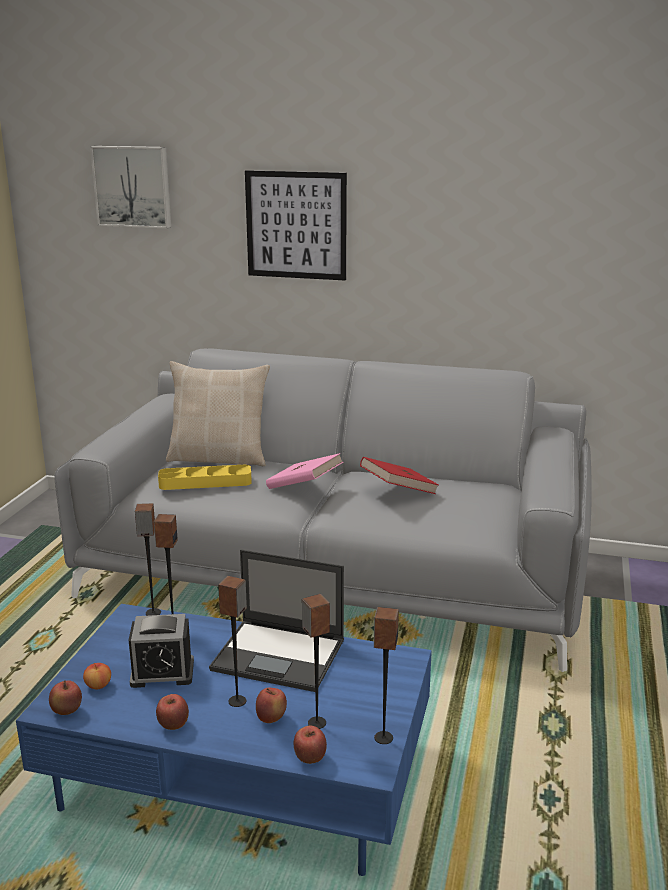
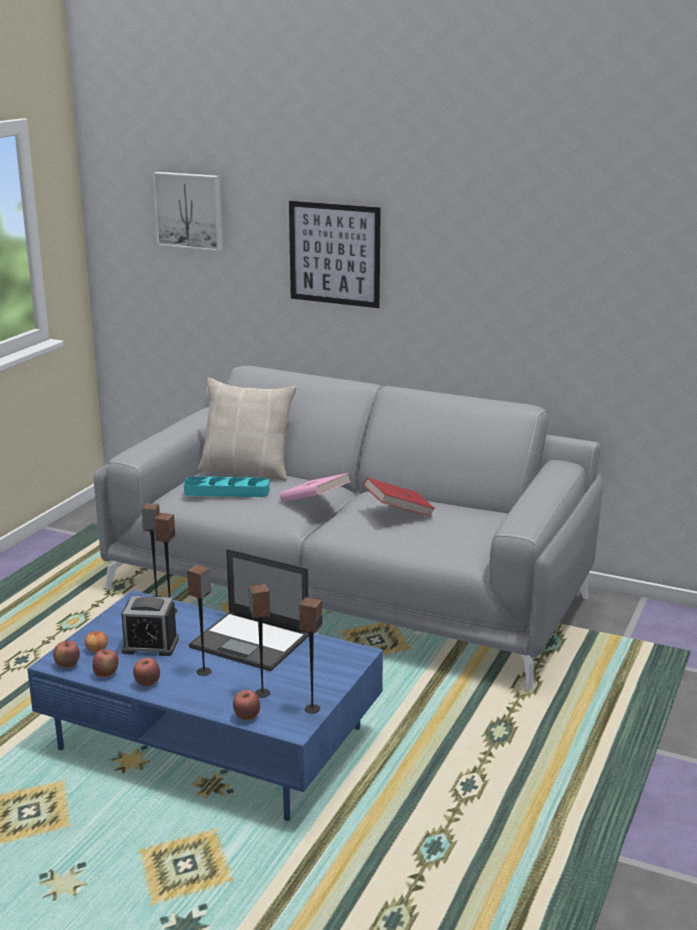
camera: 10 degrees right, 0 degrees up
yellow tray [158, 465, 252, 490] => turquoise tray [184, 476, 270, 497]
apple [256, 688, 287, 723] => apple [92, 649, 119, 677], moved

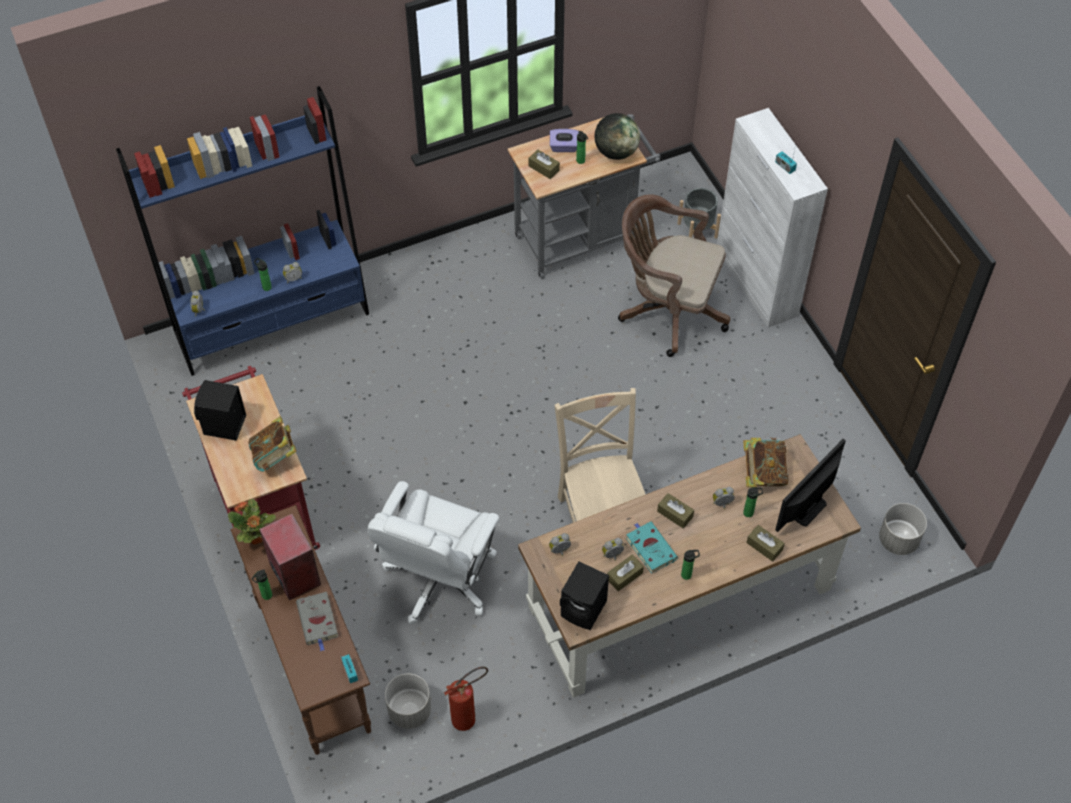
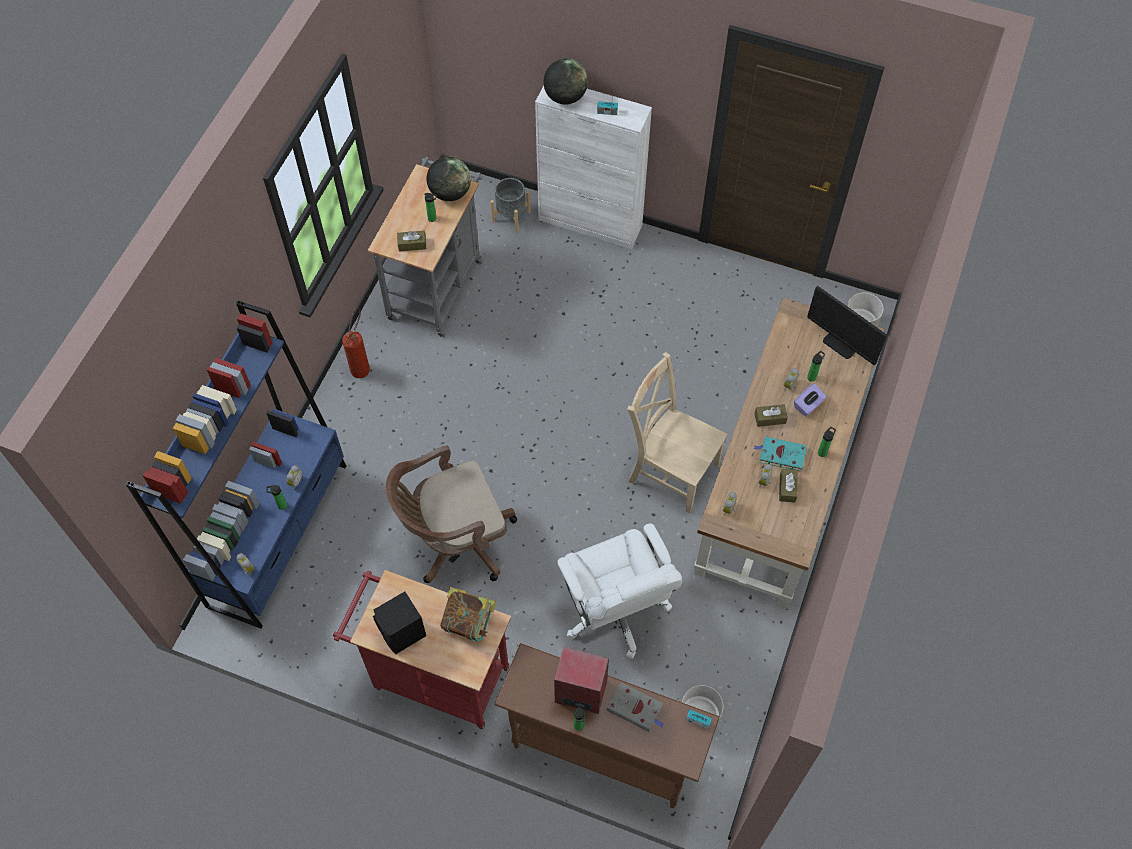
camera: 45 degrees left, 5 degrees up
purple tissue box [550, 129, 579, 152] => purple tissue box [794, 383, 827, 417], moved
brown office chair [618, 194, 730, 357] => brown office chair [386, 445, 517, 583], moved
book [743, 438, 789, 487] => nothing
monitor [775, 439, 846, 532] => monitor [807, 286, 887, 365], 45 degrees counterclockwise
potted plant [228, 499, 276, 545] => nothing
brown tissue box [747, 525, 785, 562] => nothing
black speaker [560, 561, 609, 630] => nothing
fire extinguisher [444, 666, 488, 731] => fire extinguisher [342, 308, 370, 378], moved
nothing => globe [543, 58, 588, 105]

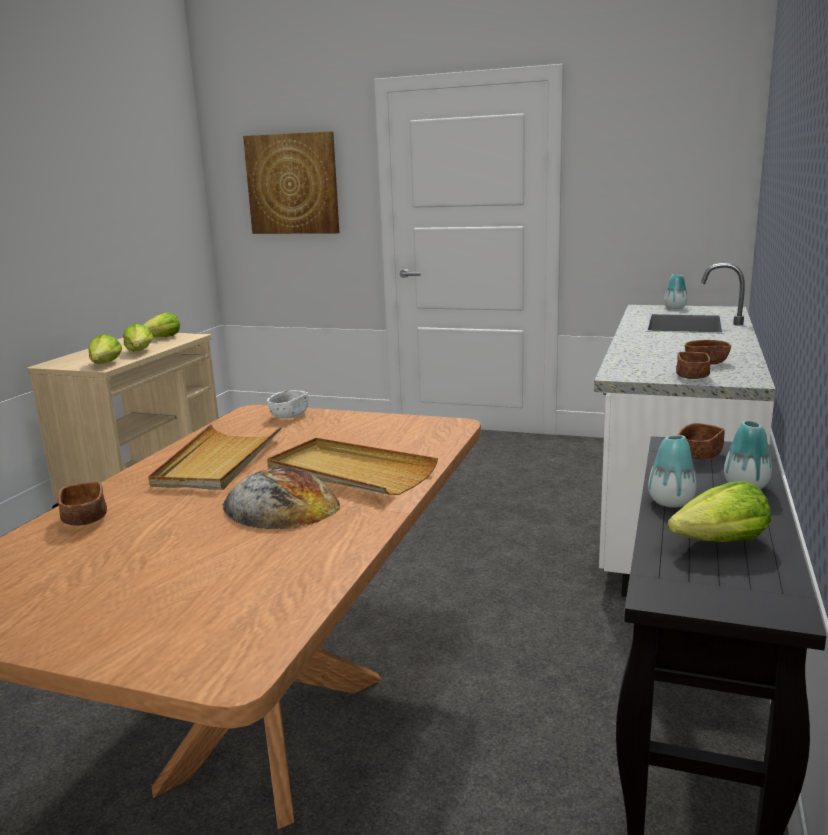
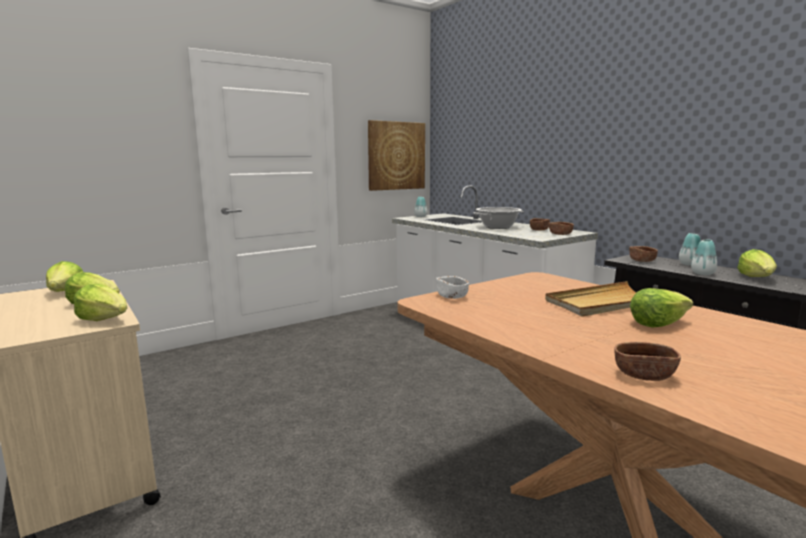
camera: 55 degrees left, 5 degrees down
picture [243, 131, 339, 234] => picture [368, 120, 425, 191], moved
beige tray [148, 424, 282, 490] => nothing
bread [223, 466, 340, 529] => lettuce [630, 288, 693, 328]
nothing => cooking pot [473, 207, 524, 229]

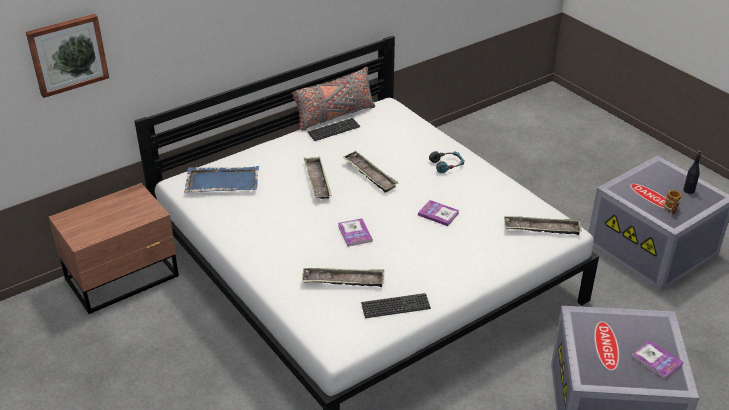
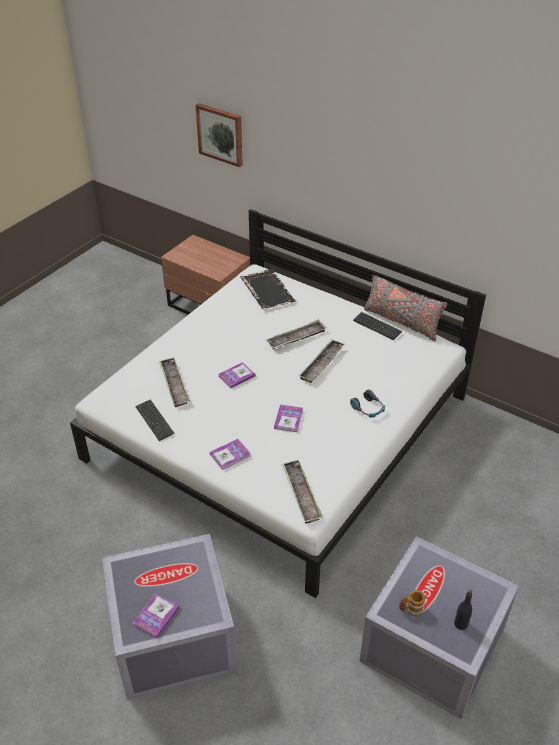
camera: 70 degrees right, 5 degrees up
blue tray [184, 166, 259, 193] => black tray [240, 269, 296, 309]
nothing => book [210, 439, 251, 470]

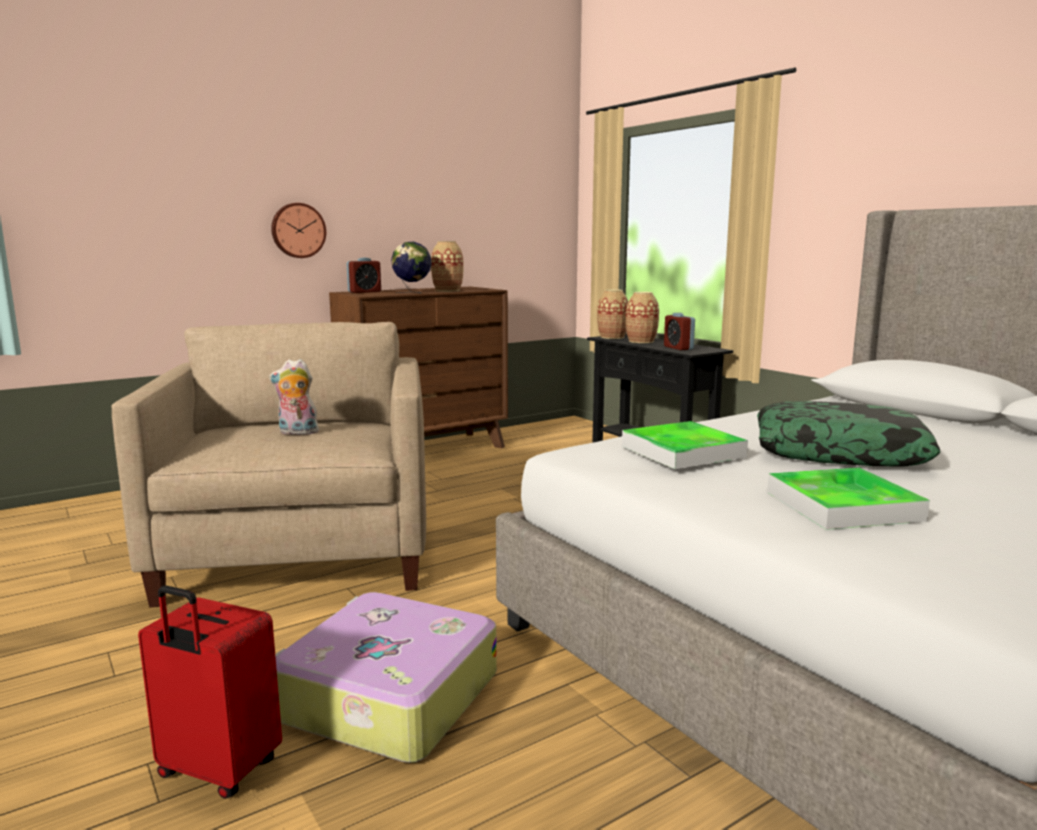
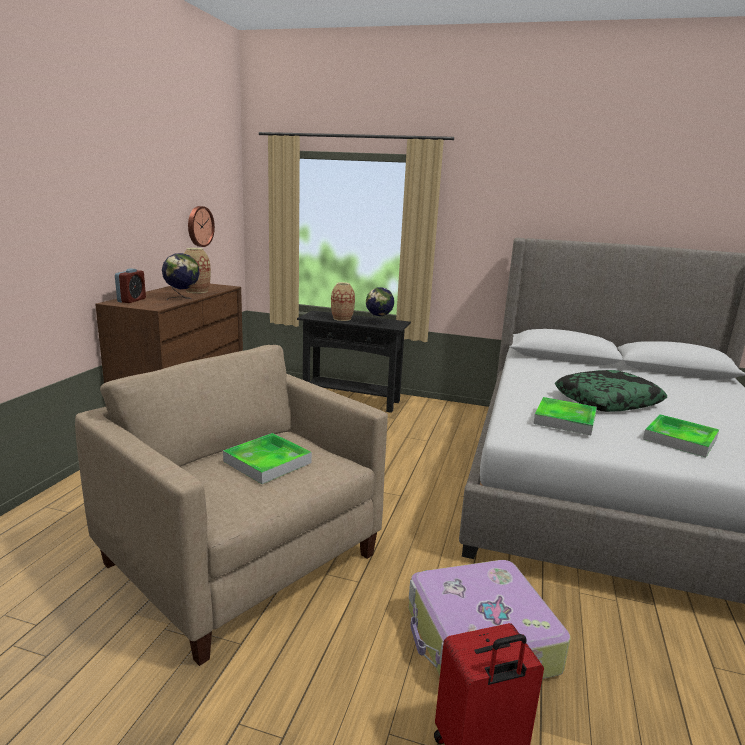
camera: 40 degrees left, 5 degrees up
wall clock [271, 203, 326, 258] => wall clock [188, 206, 215, 247], moved
vase [597, 289, 628, 339] => nothing
alarm clock [664, 313, 695, 350] => globe [366, 287, 394, 325]
plush toy [269, 359, 321, 435] => tray [223, 433, 312, 484]

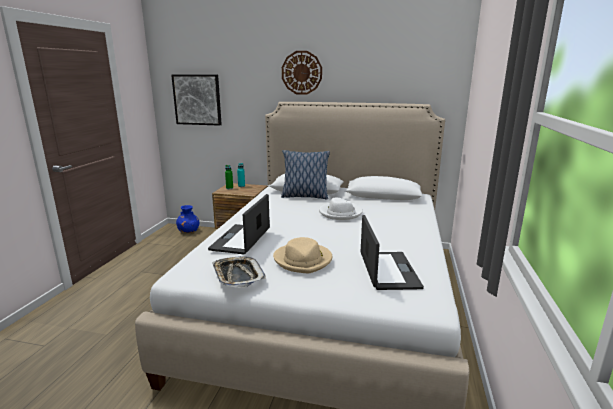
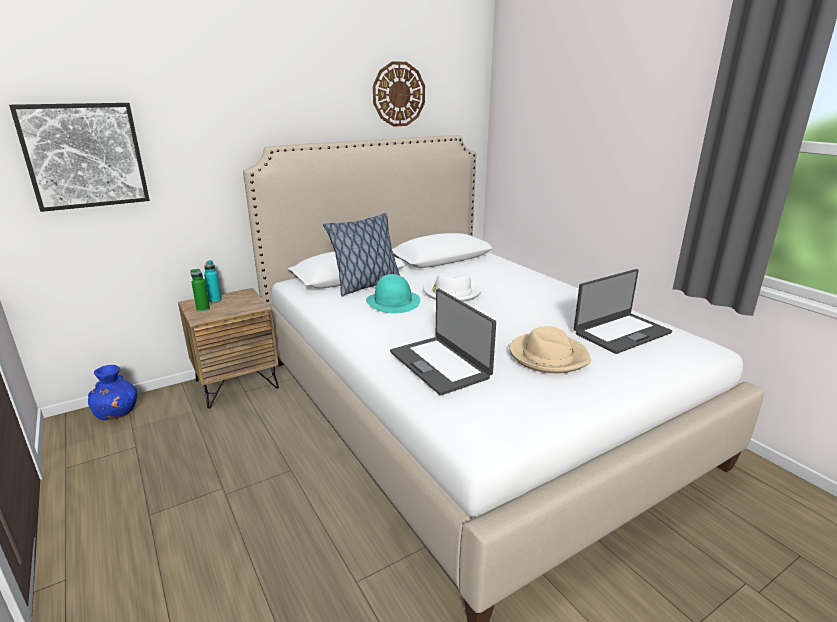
camera: 45 degrees left, 5 degrees up
wall clock [282, 51, 322, 95] => wall clock [373, 61, 425, 127], moved
laptop [361, 215, 424, 290] => laptop [574, 269, 672, 354], 105 degrees clockwise
tray [212, 256, 266, 288] => nothing
nothing => turquoise hat [366, 274, 420, 313]

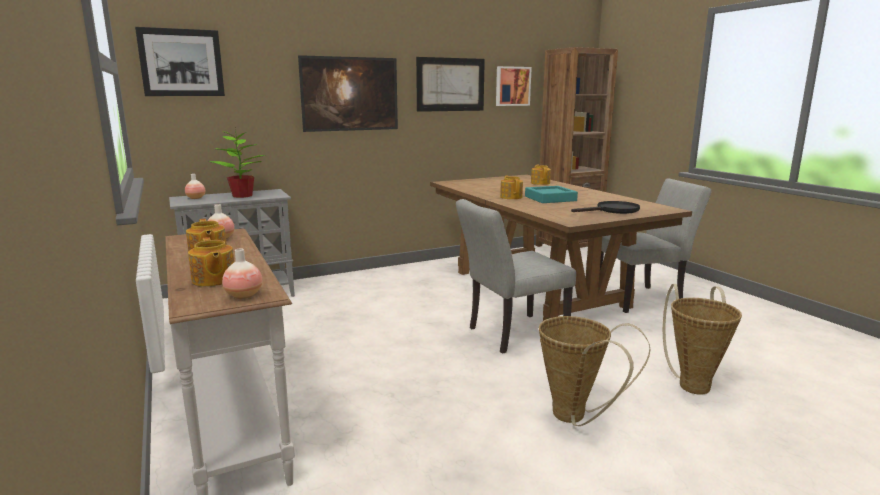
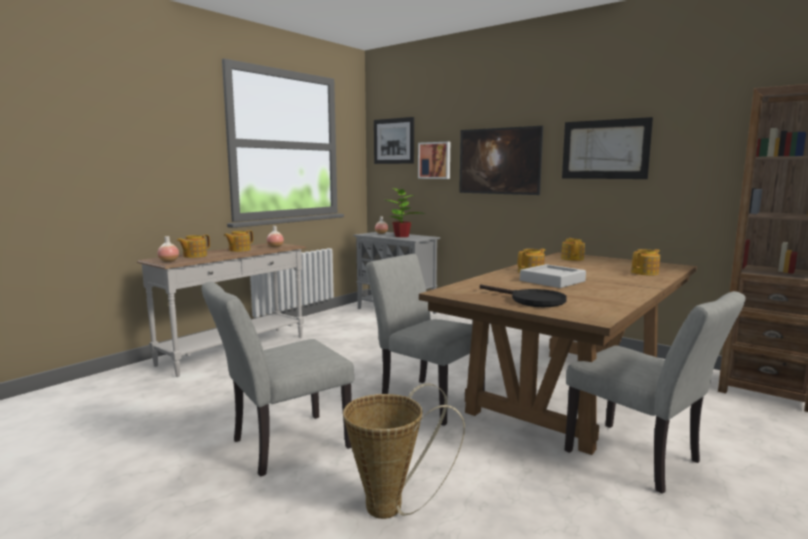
camera: 65 degrees right, 5 degrees down
picture [496, 66, 532, 106] => picture [418, 142, 450, 179], moved
turquoise tray [525, 186, 578, 203] => grey tray [520, 264, 586, 288]
basket [539, 316, 651, 426] => grey chair [201, 281, 354, 477]
nothing => teapot [561, 238, 585, 261]

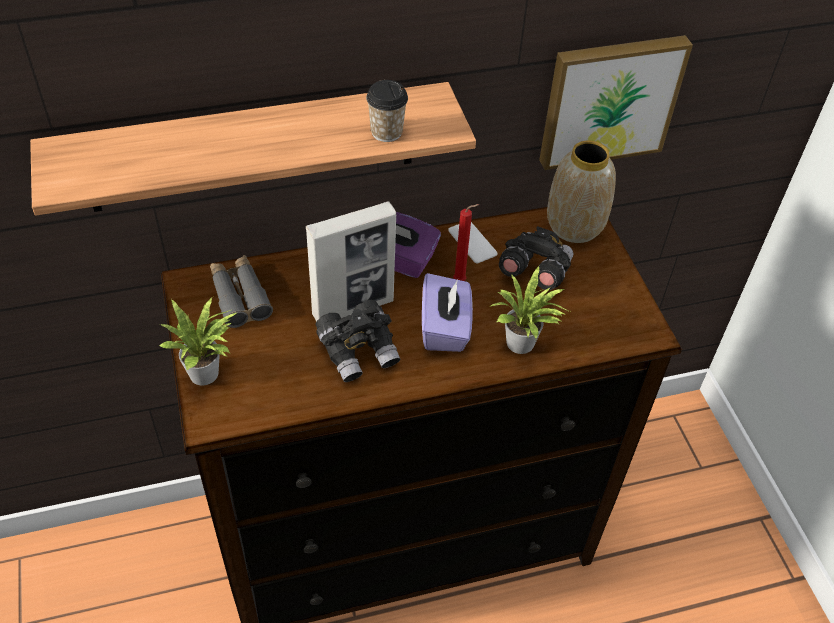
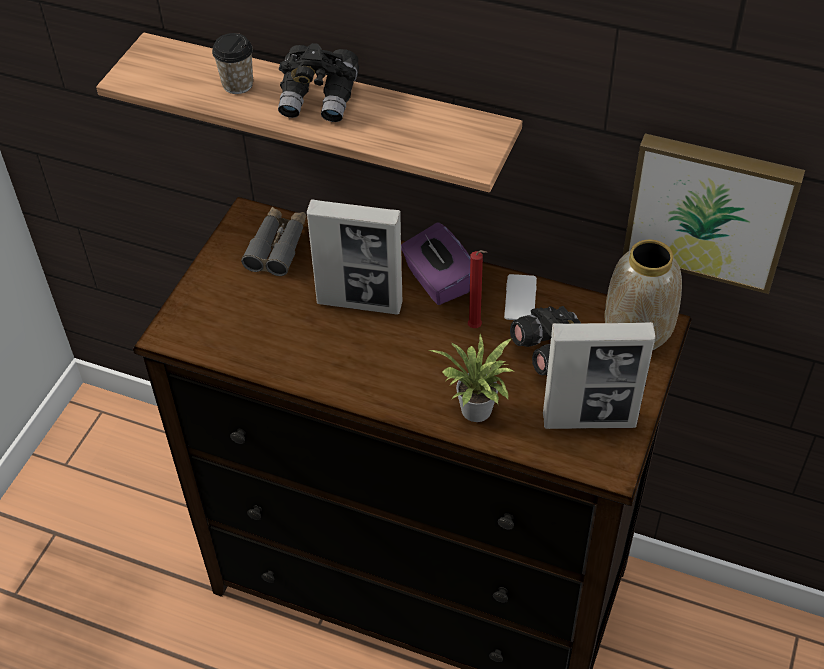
camera: 40 degrees right, 0 degrees up
cup [366, 80, 408, 142] => cup [212, 33, 253, 94], moved
purple tissue box [422, 273, 473, 352] => nothing
potted plant [159, 298, 236, 386] => nothing
black binoculars [315, 300, 400, 382] => black binoculars [278, 43, 359, 122], moved
nothing => picture frame [543, 322, 655, 429]

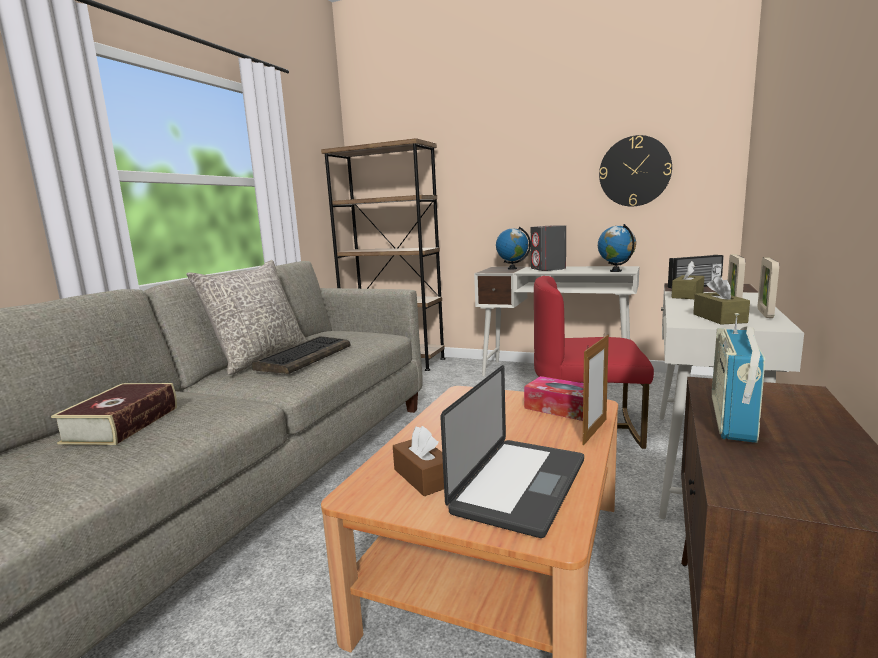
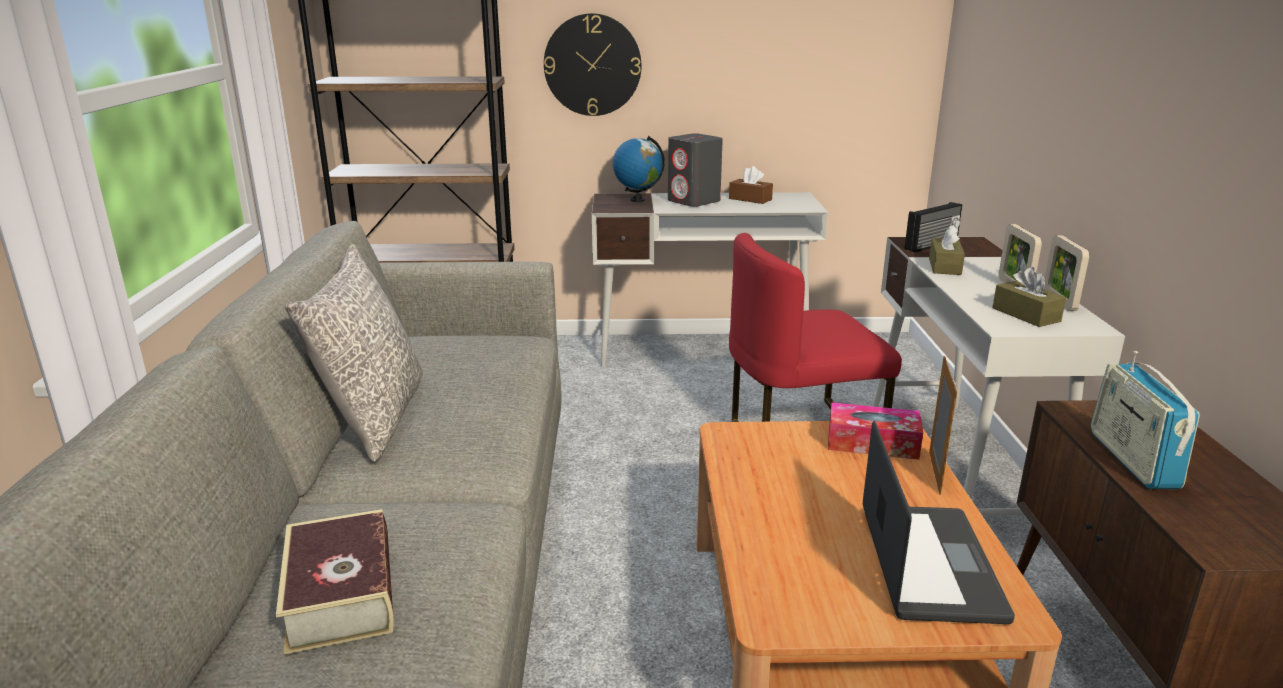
camera: 25 degrees left, 10 degrees up
wall clock [599, 135, 672, 206] => wall clock [544, 13, 641, 116], moved
globe [598, 224, 636, 272] => nothing
keyboard [252, 336, 351, 374] => nothing
brown tissue box [393, 426, 444, 496] => brown tissue box [729, 166, 773, 204], moved

